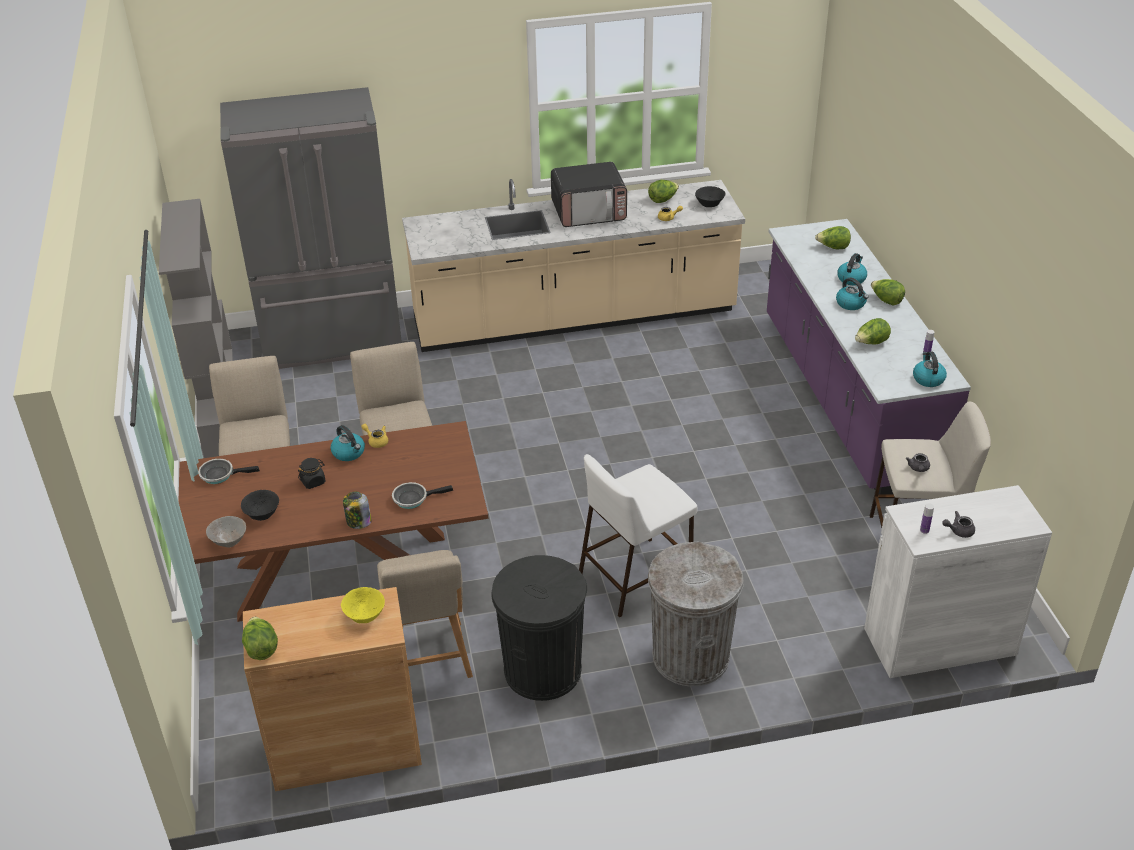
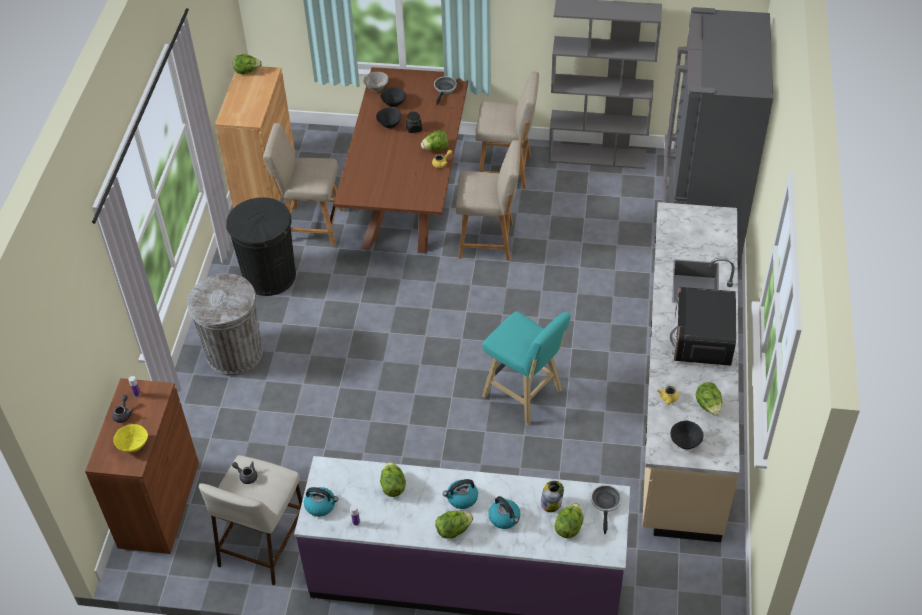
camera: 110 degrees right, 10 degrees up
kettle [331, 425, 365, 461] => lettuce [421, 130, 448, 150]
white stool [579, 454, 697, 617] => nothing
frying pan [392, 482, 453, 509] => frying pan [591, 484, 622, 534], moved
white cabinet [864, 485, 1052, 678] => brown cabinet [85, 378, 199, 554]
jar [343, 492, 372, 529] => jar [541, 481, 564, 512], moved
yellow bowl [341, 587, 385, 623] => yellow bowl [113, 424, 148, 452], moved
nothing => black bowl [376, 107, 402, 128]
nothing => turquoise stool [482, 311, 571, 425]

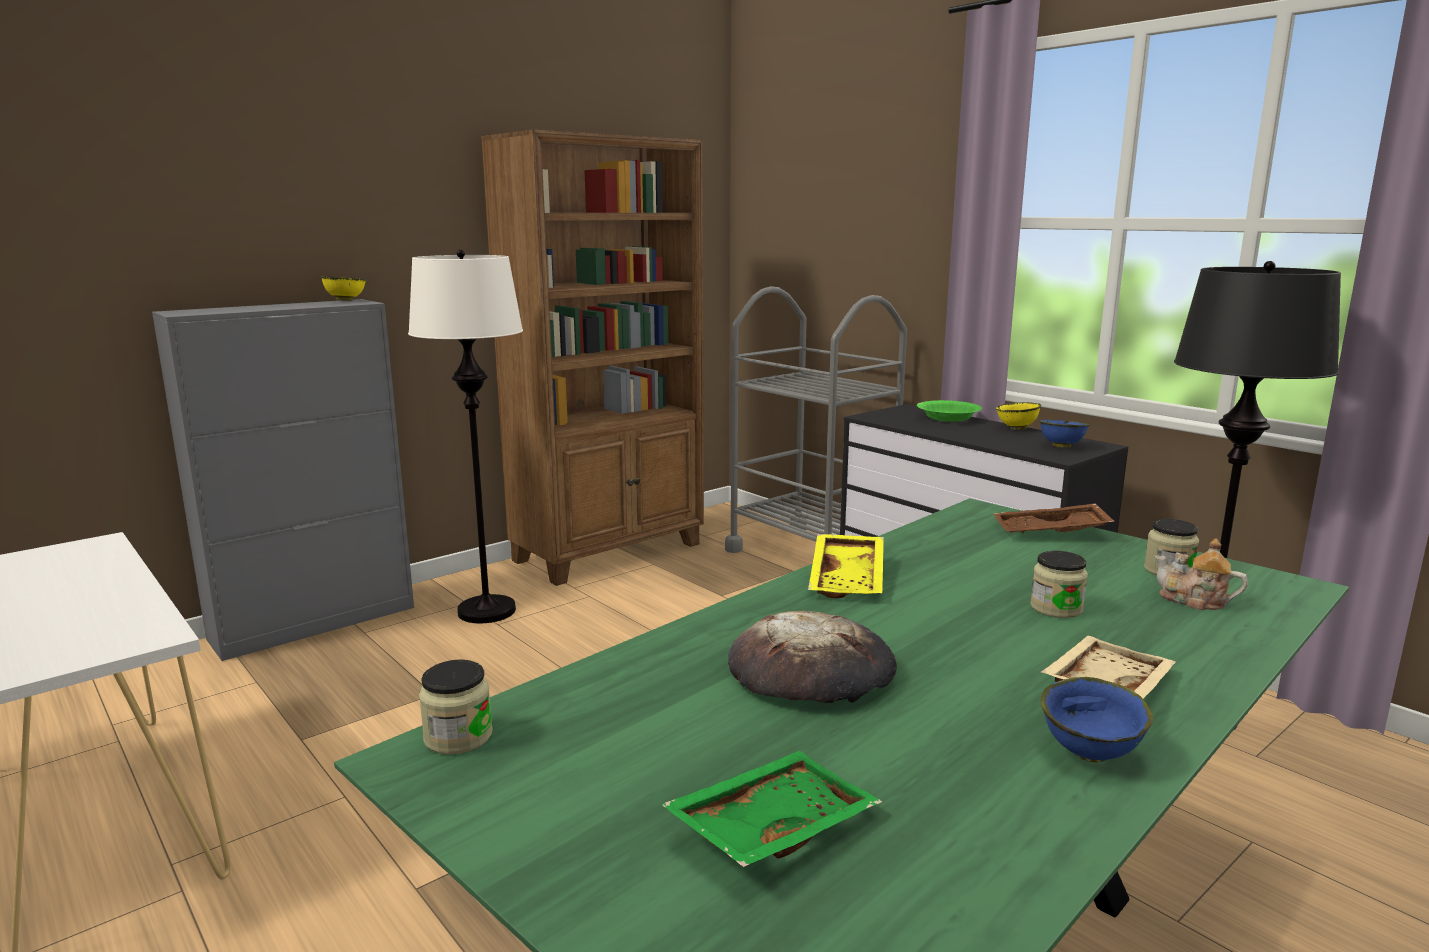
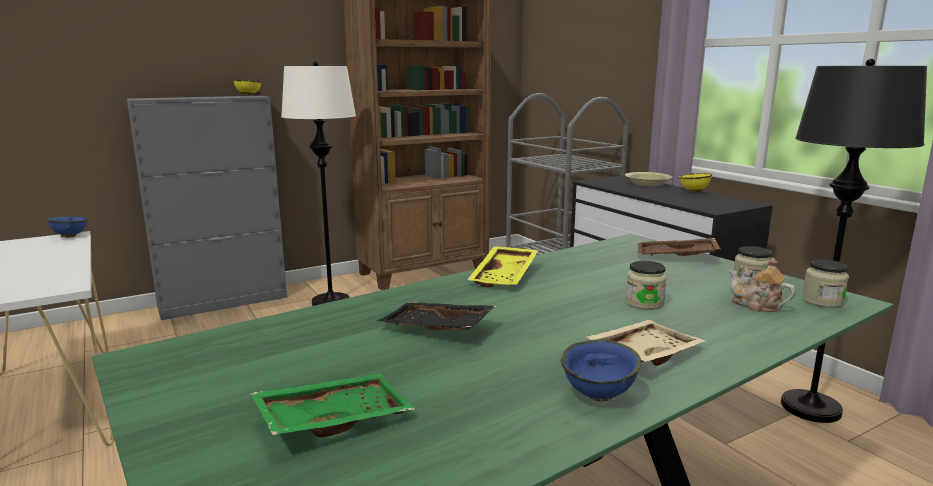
camera: 10 degrees right, 0 degrees up
green bowl [917, 400, 982, 422] => yellow bowl [625, 172, 672, 186]
blue bowl [1039, 420, 1090, 448] => blue bowl [47, 216, 88, 238], moved
bread [728, 611, 897, 703] => black tray [377, 302, 496, 331]
jar [419, 660, 492, 755] => jar [802, 259, 849, 308], moved

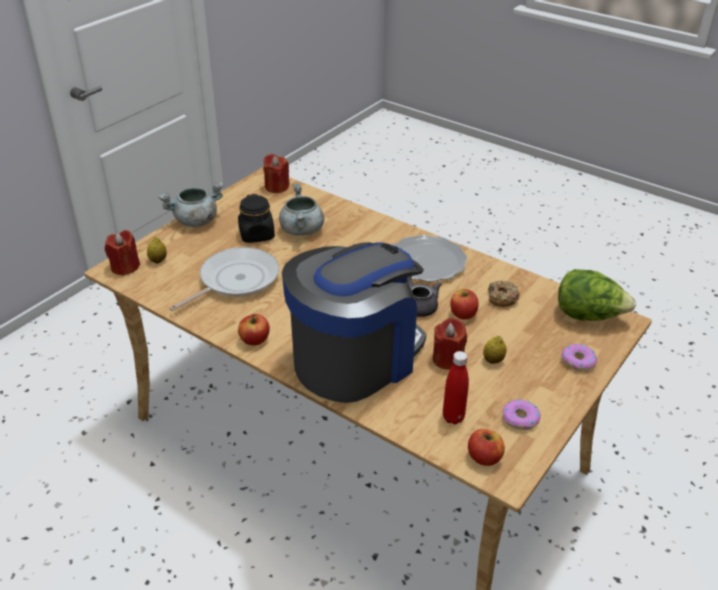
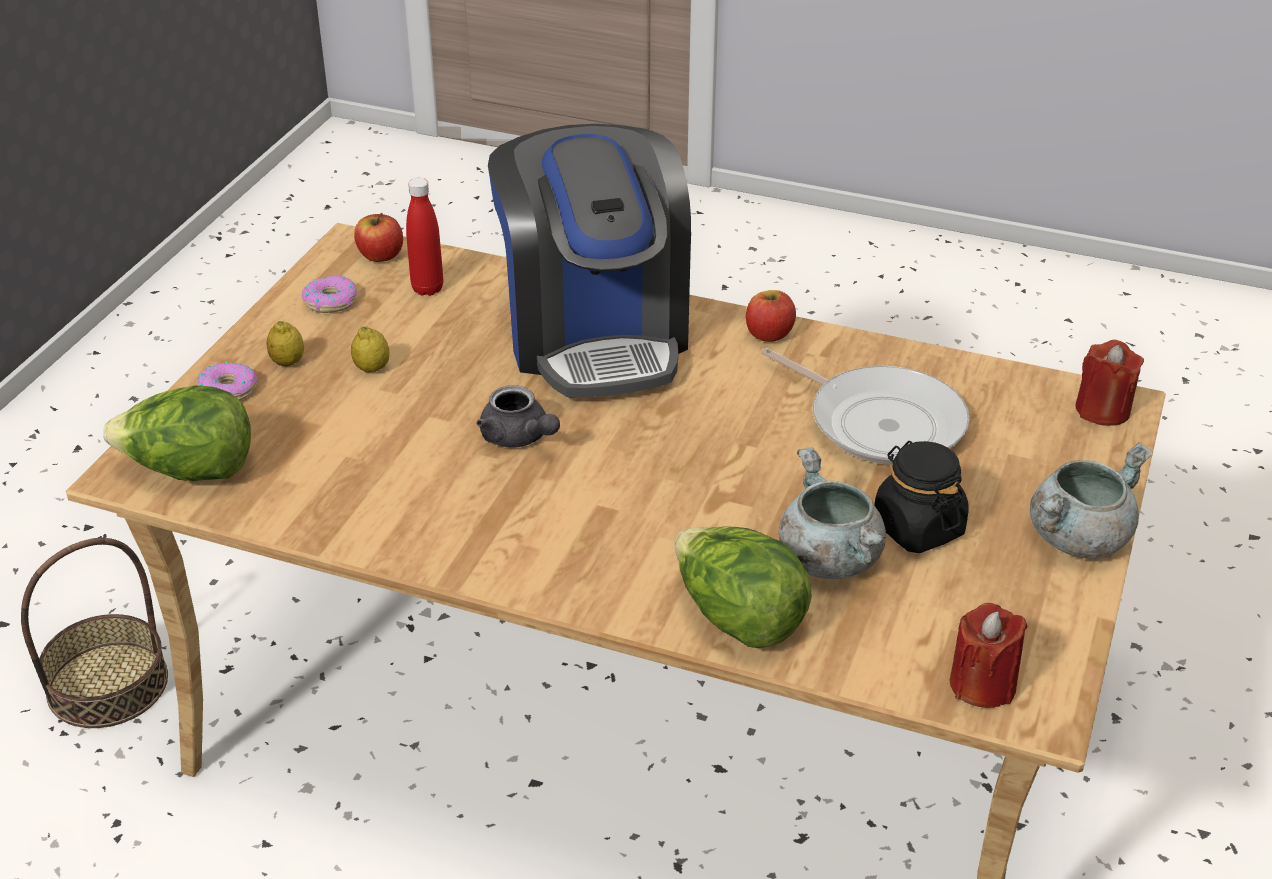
camera: 165 degrees right, 0 degrees up
plate [393, 235, 468, 282] => nothing
lemon [147, 237, 167, 263] => lemon [267, 321, 304, 366], moved
coffee machine [282, 242, 426, 403] => coffee machine [488, 124, 691, 398], 45 degrees counterclockwise
frying pan [169, 247, 279, 311] => frying pan [761, 348, 969, 465], 75 degrees counterclockwise
donut [488, 281, 520, 307] => nothing
apple [450, 289, 479, 319] => nothing
red candle [433, 318, 467, 370] => nothing
nothing => lettuce [675, 526, 812, 648]
nothing => basket [21, 538, 168, 728]

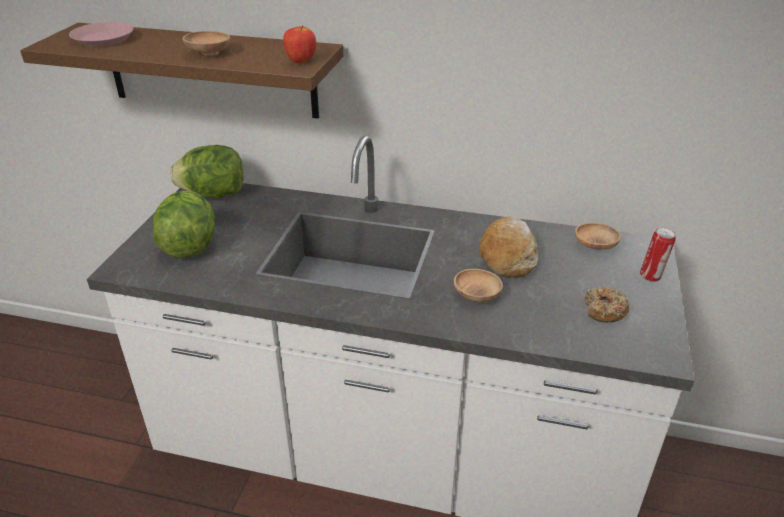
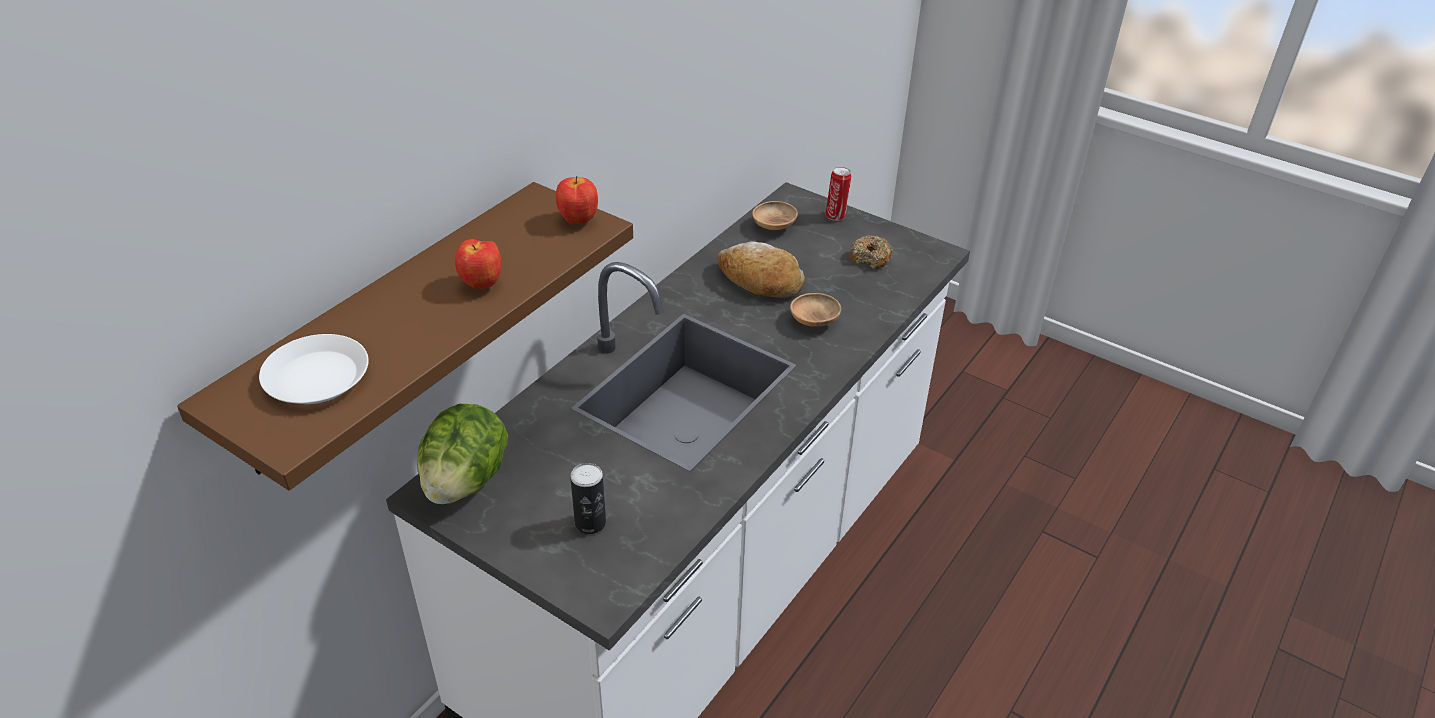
camera: 70 degrees left, 5 degrees up
pink plate [69, 22, 134, 47] => white plate [259, 334, 369, 404]
brown bowl [183, 31, 230, 56] => apple [455, 239, 502, 289]
lettuce [153, 191, 215, 258] => can [570, 463, 606, 534]

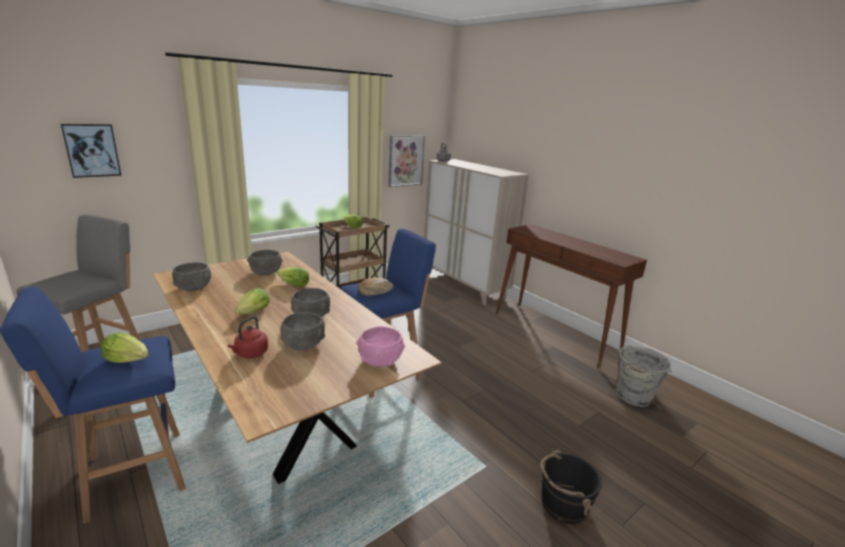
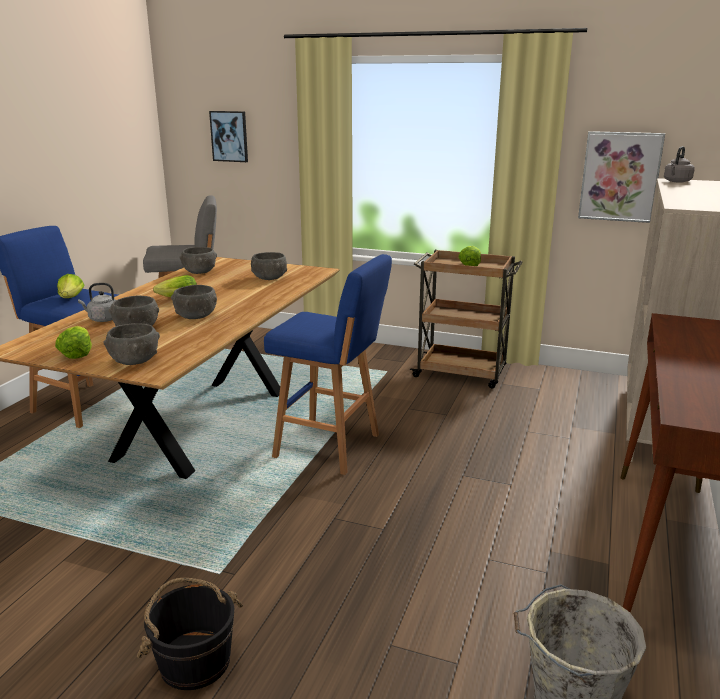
camera: 60 degrees right, 0 degrees up
lettuce [277, 267, 309, 287] => lettuce [55, 326, 92, 359], moved
bread [358, 277, 393, 296] => nothing
red kettle [227, 316, 268, 358] => grey kettle [78, 283, 116, 322]
pink bowl [356, 326, 405, 367] => grey bowl [104, 323, 160, 365]

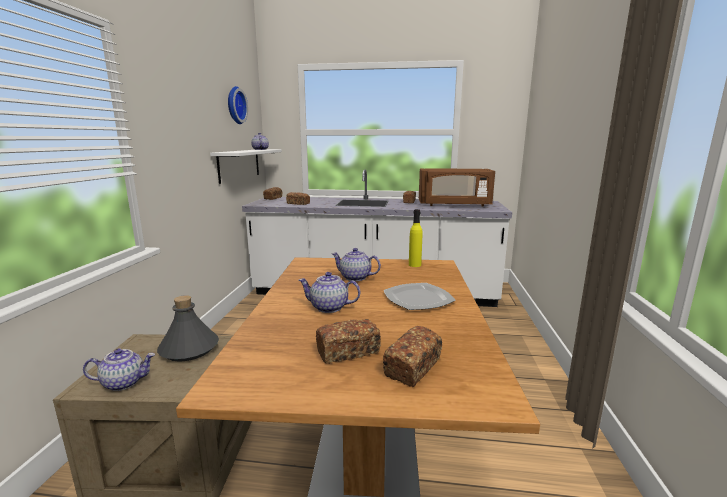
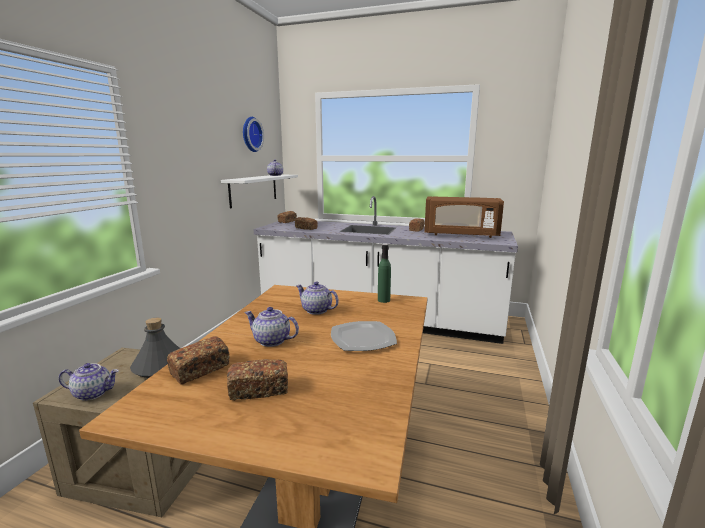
camera: 10 degrees right, 0 degrees up
yellow bottle [409, 209, 423, 267] => green bottle [378, 245, 391, 303]
bread [383, 326, 442, 387] => bread [167, 336, 230, 385], moved

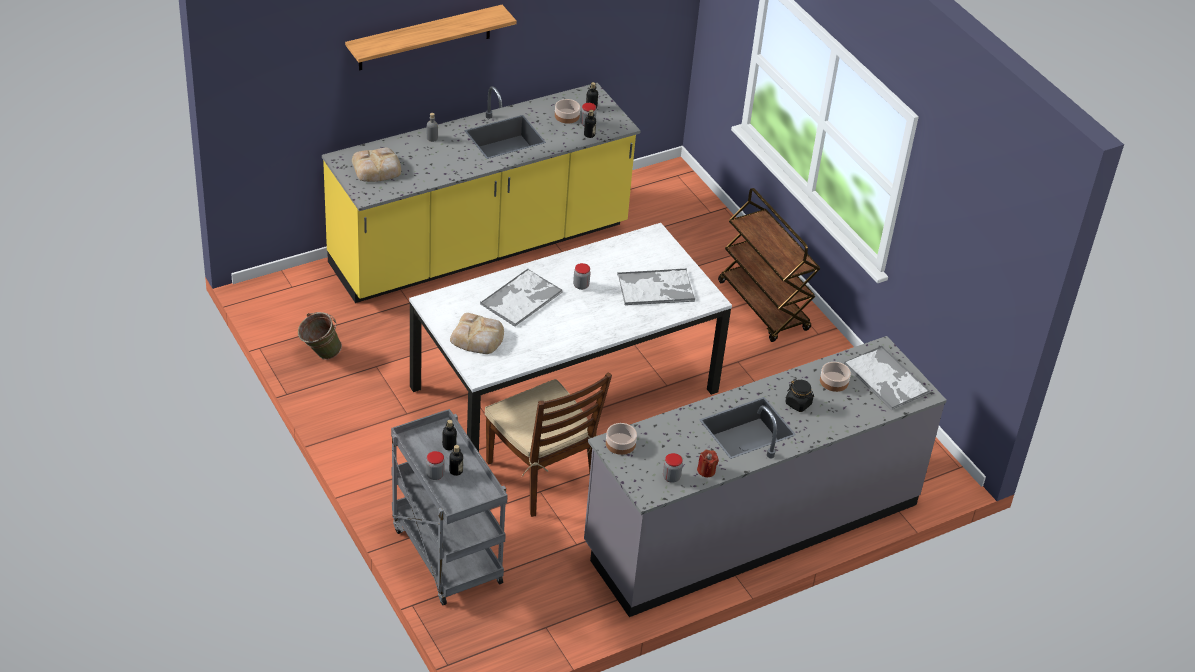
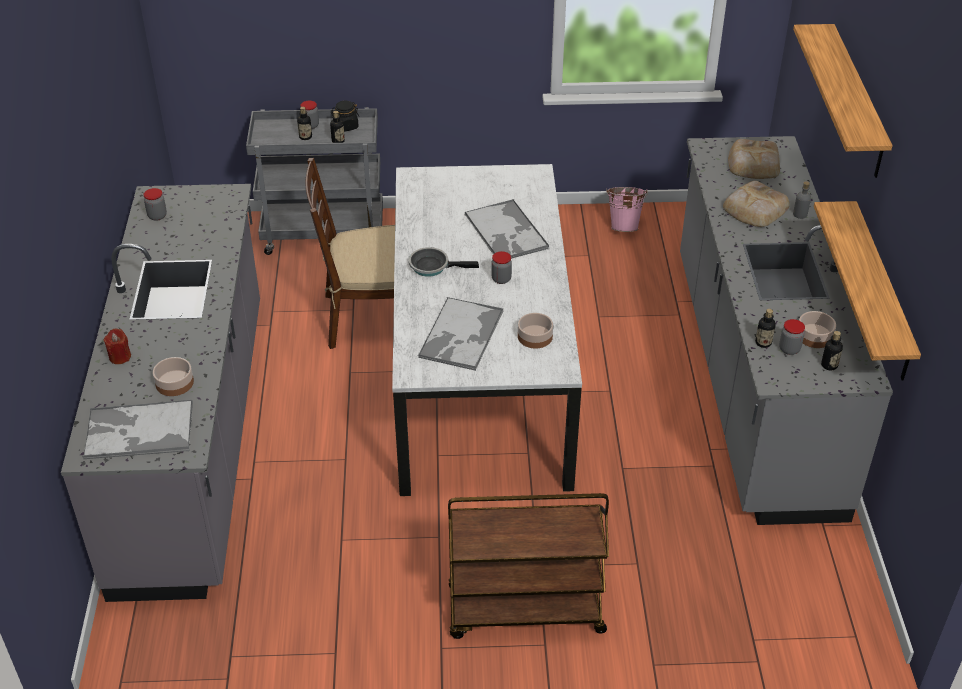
camera: 120 degrees right, 0 degrees up
yellow counter [322, 83, 641, 303] => grey counter [680, 136, 893, 525]
green bucket [298, 312, 342, 359] => pink bucket [606, 187, 648, 232]
bread [450, 313, 504, 354] => bread [723, 181, 790, 227], moved
black jar [785, 379, 814, 412] => black jar [331, 101, 359, 132], moved
bowl [606, 423, 637, 455] => bowl [518, 313, 553, 349], moved
red candle [697, 450, 719, 477] => red candle [104, 328, 131, 364], moved
nothing => shelf [814, 201, 921, 380]
nothing => frying pan [409, 247, 479, 277]

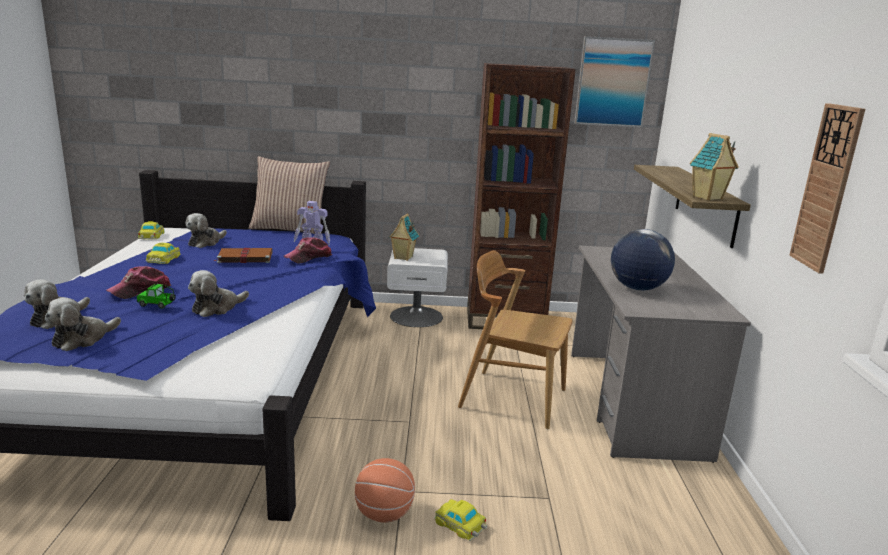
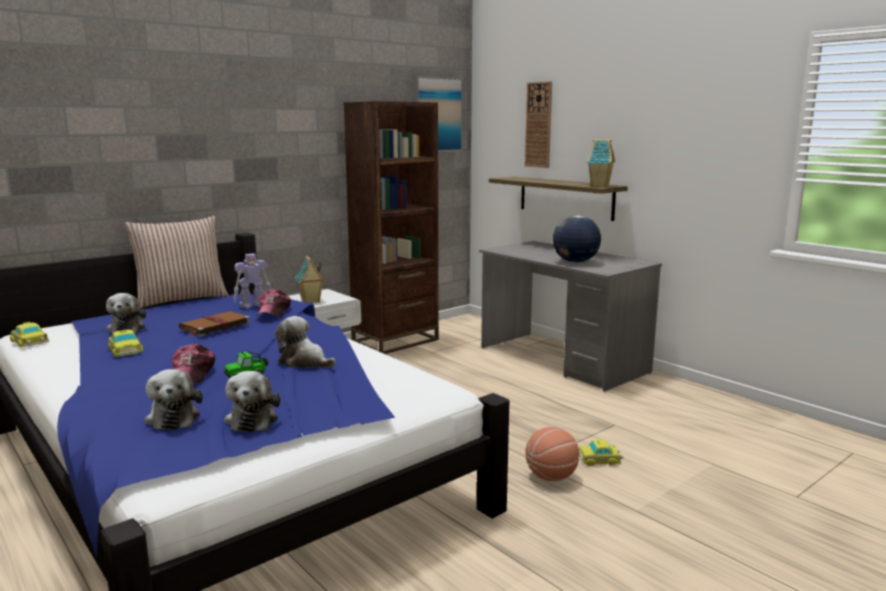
camera: 40 degrees left, 5 degrees down
wall clock [789, 103, 865, 274] => wall clock [525, 81, 552, 168], moved
brown chair [458, 250, 573, 429] => nothing
plush toy [188, 270, 249, 317] => plush toy [275, 316, 336, 368], 120 degrees clockwise

